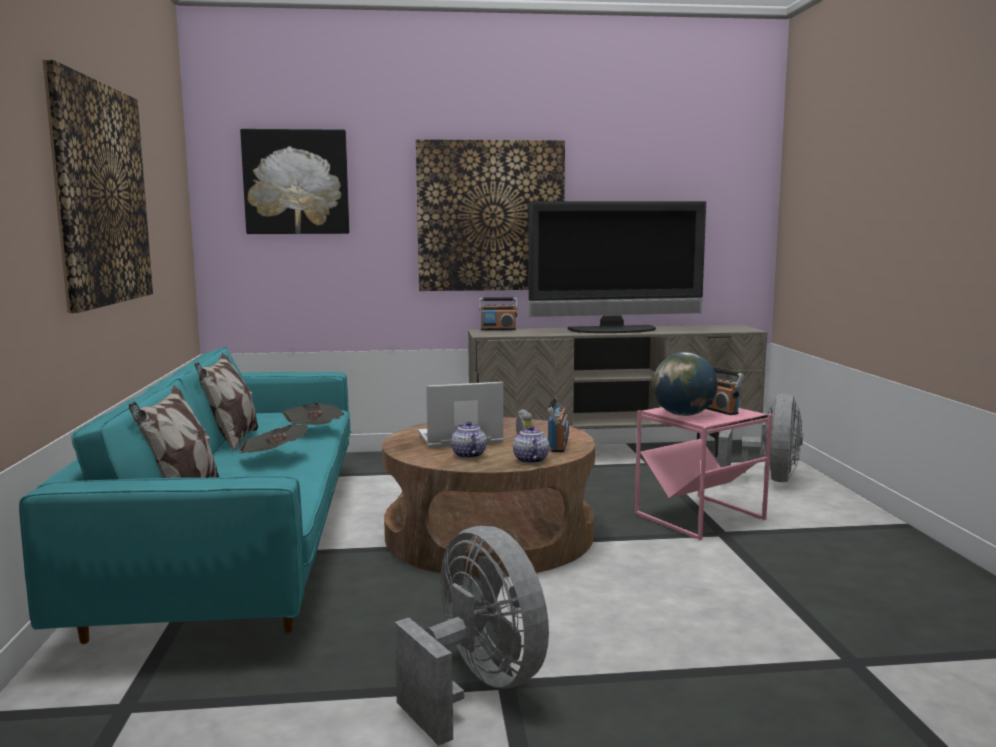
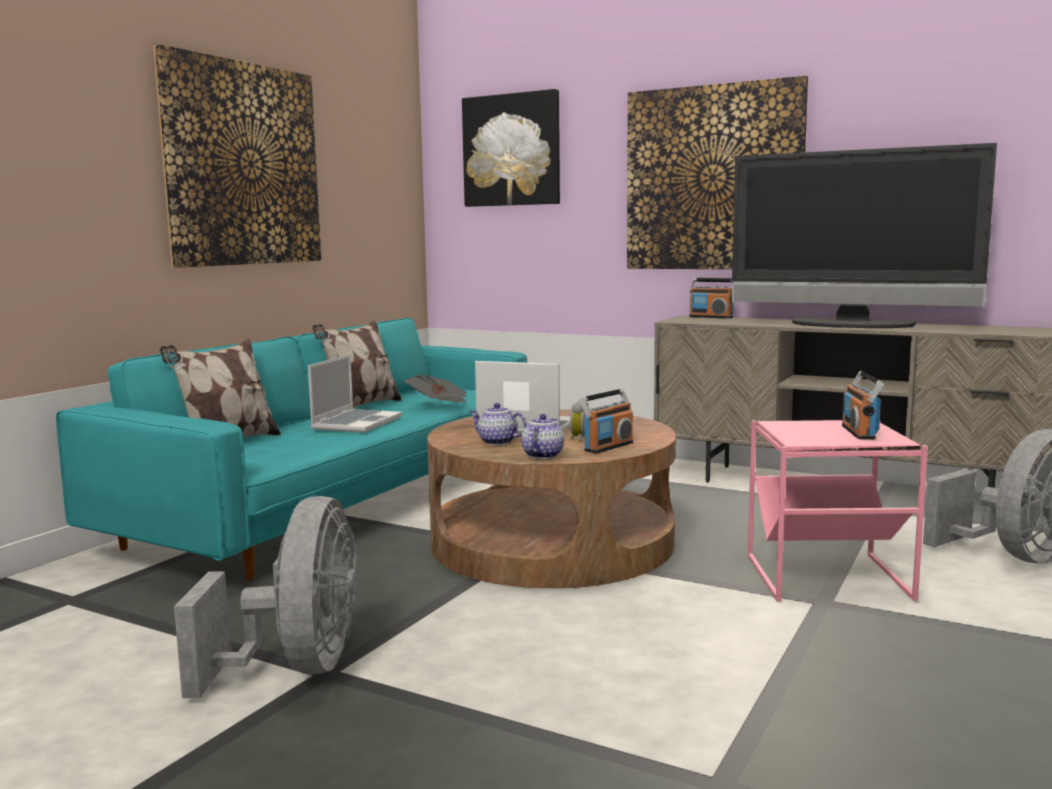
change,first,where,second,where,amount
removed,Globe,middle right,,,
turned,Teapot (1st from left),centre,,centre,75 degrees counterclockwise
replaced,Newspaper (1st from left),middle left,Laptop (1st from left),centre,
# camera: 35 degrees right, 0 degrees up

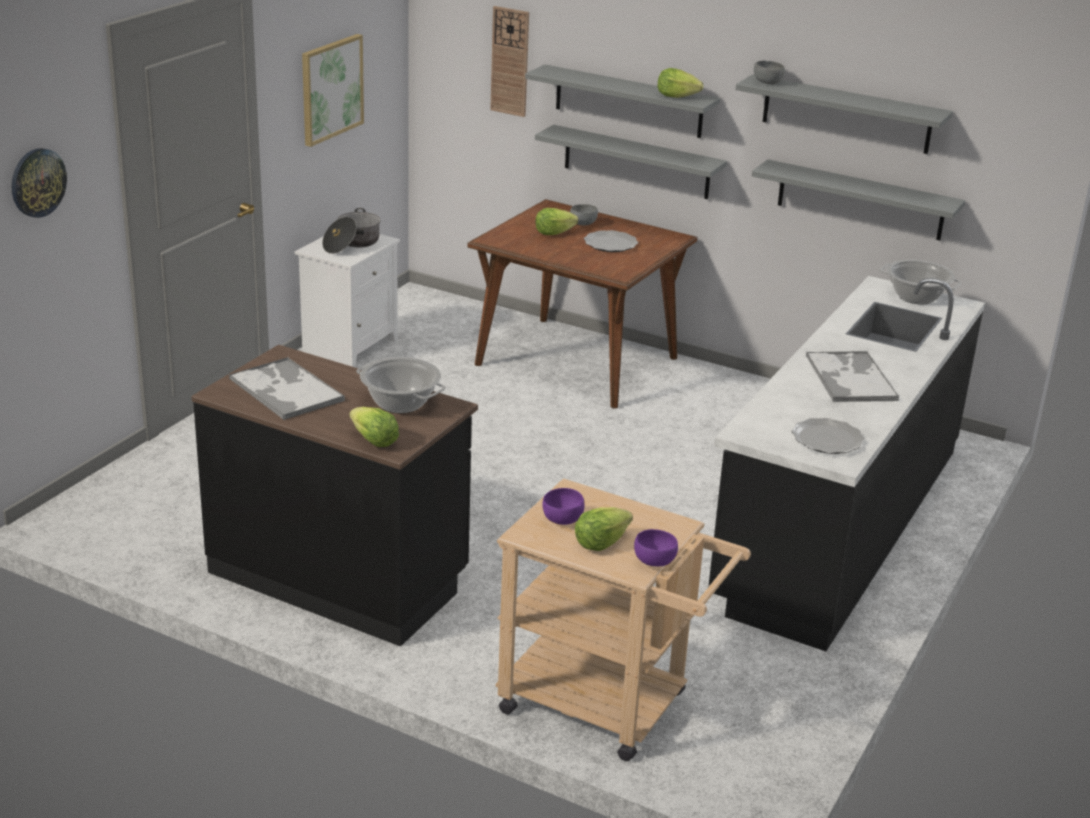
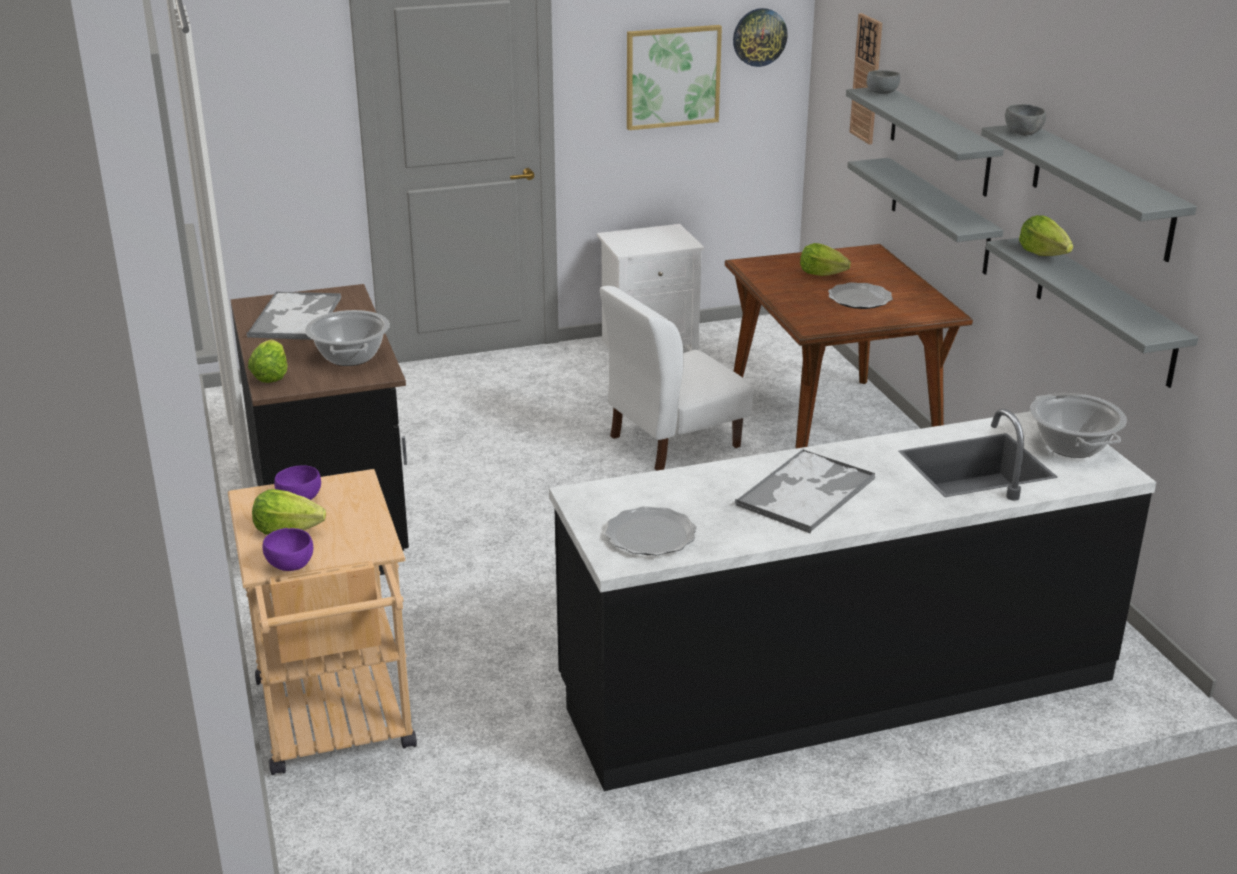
change,first,where,second,where,amount
moved,Lettuce (4th from left),top centre,,top right,
moved,WallClock (1st from left),top left,,top centre,
moved,GreyBowl (1st from left),top centre,,top right,
removed,CookingPot (1st from left),top left,,,
added,,,WhiteChair,centre,
# camera: 45 degrees right, 0 degrees up

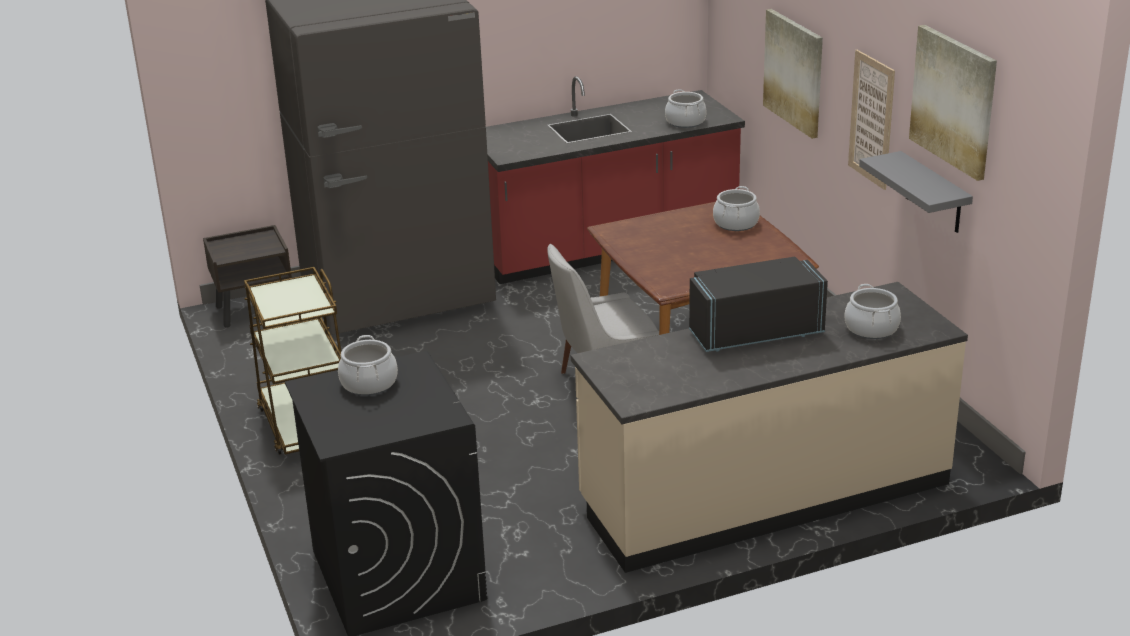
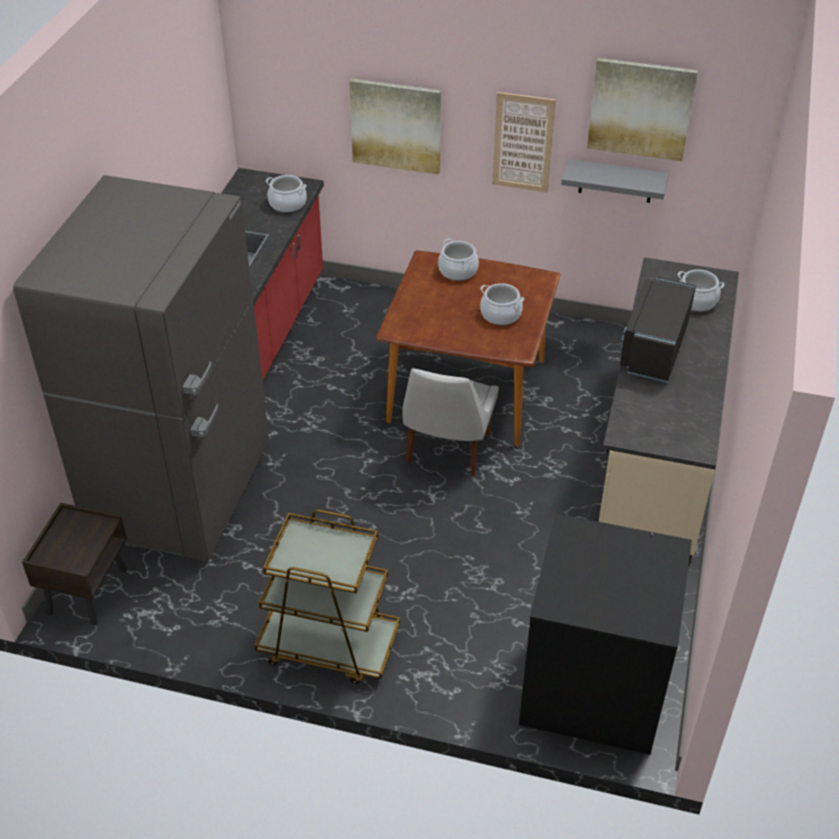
change,first,where,second,where,amount
moved,CookingPot (1st from left in the first image),middle left,CookingPot (3rd from left),centre,
# camera: 55 degrees left, 15 degrees up

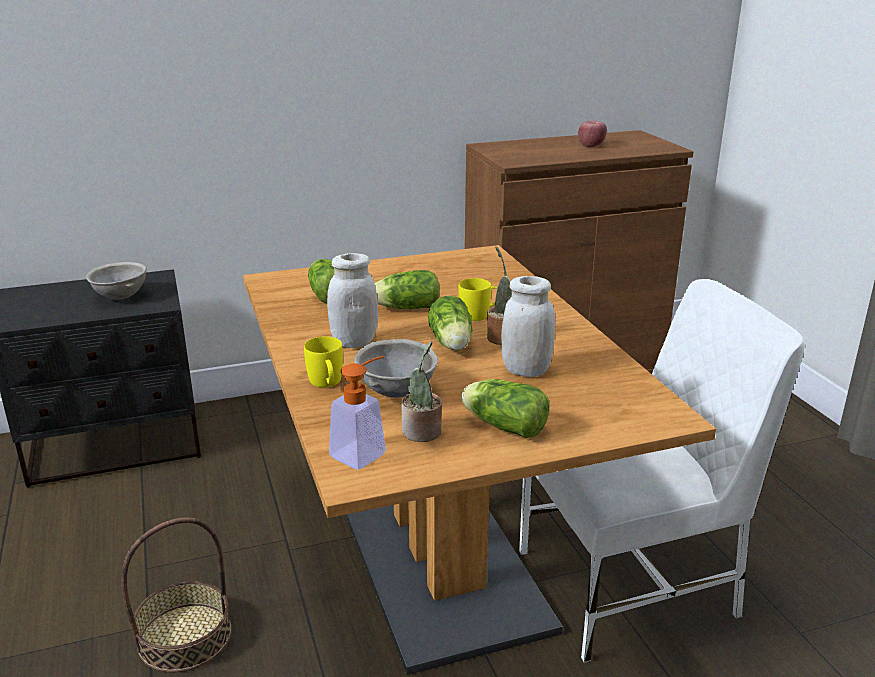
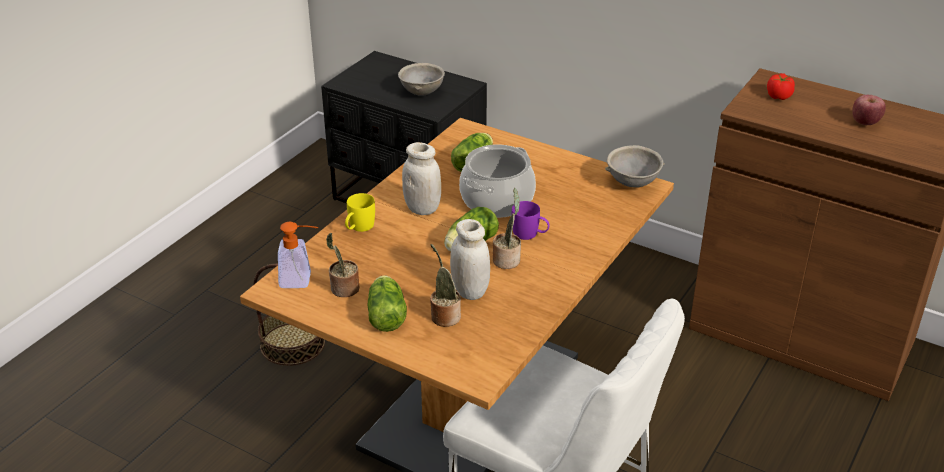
change,first,where,second,where,amount
replaced,Lettuce (2nd from left),centre,CookingPot,centre,
recoloured,YellowMug (2nd from left),centre,PurpleMug,centre,
moved,GreyBowl (2nd from left),centre,,middle right,
added,,,Tomato,top right,
added,,,PottedPlant (2nd from left),centre,
# camera: 50 degrees right, 10 degrees up

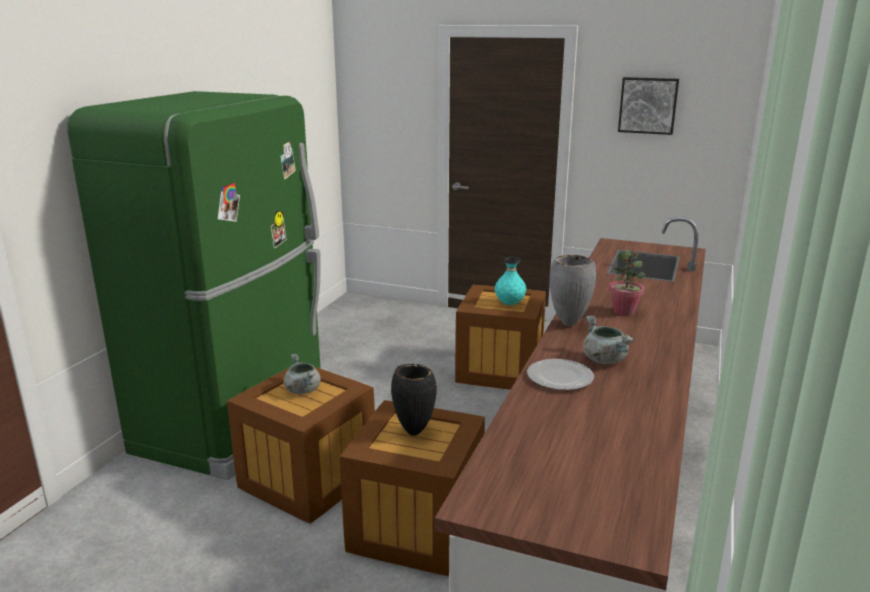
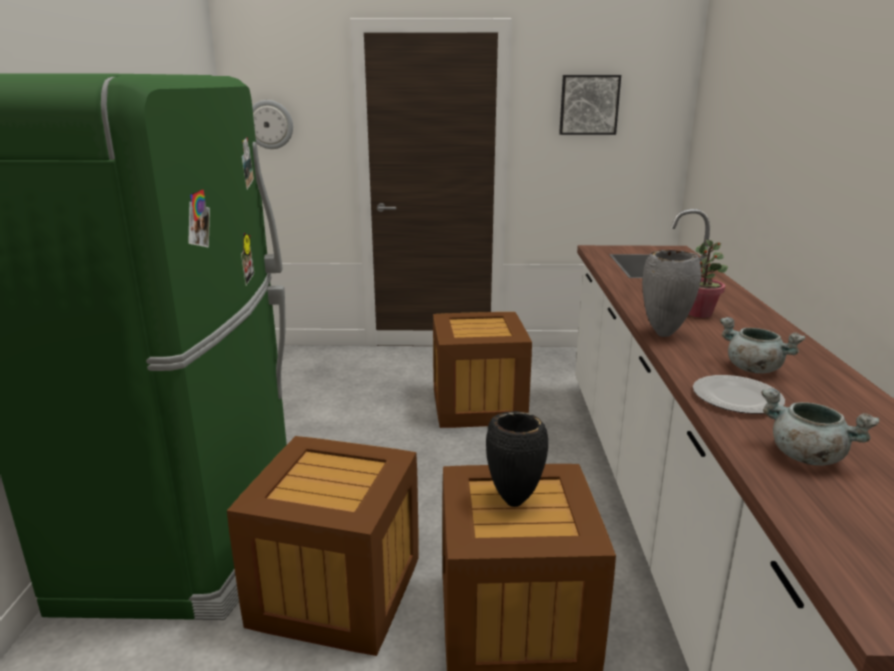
change,first,where,second,where,amount
removed,TurquoiseVase,centre,,,
moved,GreyCookingPot (1st from left in the first image),centre,GreyCookingPot (2nd from left),middle right,
added,,,WallClock,top left,
# camera: 20 degrees left, 0 degrees up

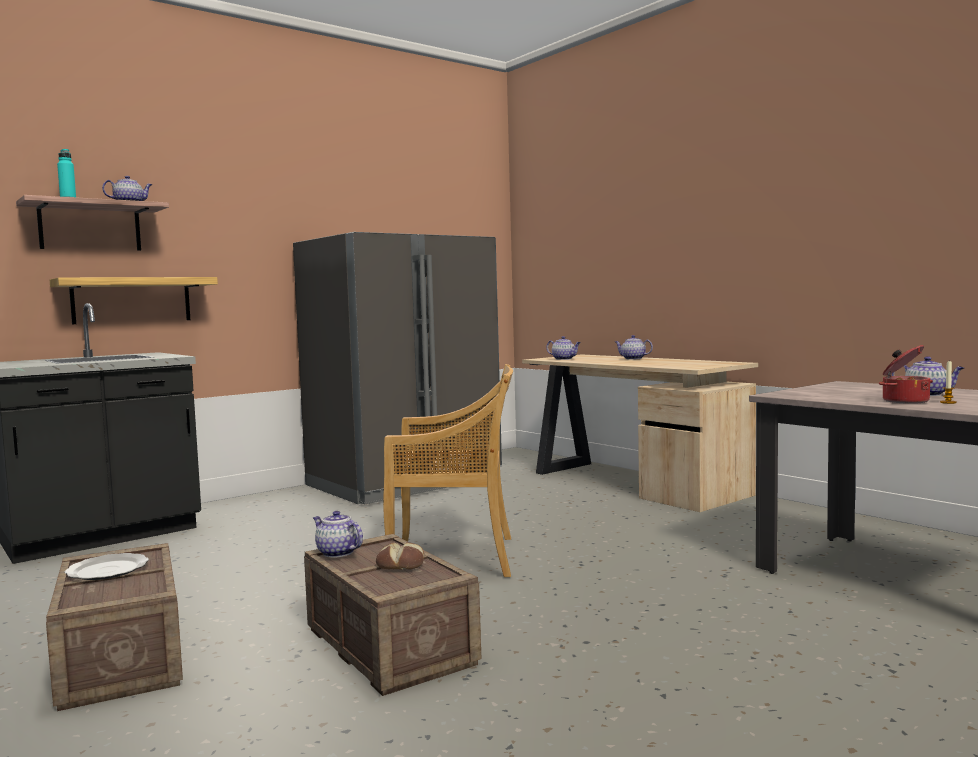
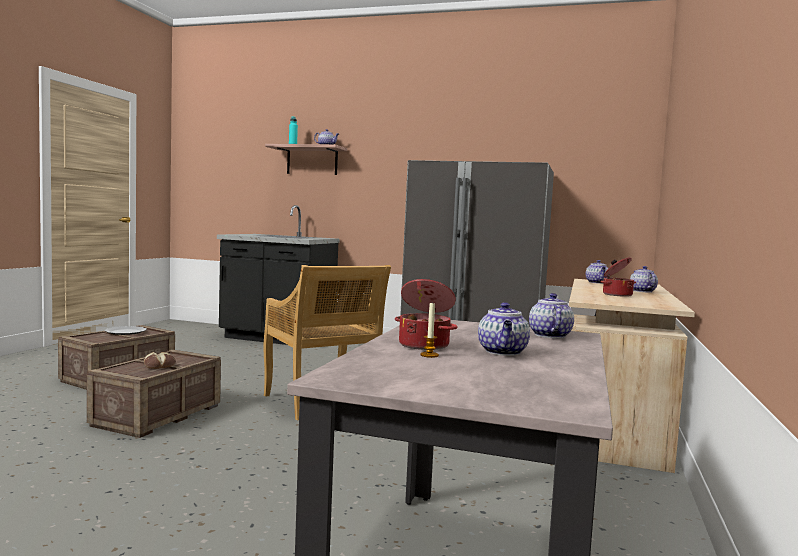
change,first,where,second,where,amount
removed,Shelf (2nd from left),middle left,,,
moved,Teapot (2nd from left in the first image),bottom centre,Teapot (3rd from left),middle right,
added,,,CookingPot (2nd from left),middle right,
# camera: 55 degrees right, 0 degrees up

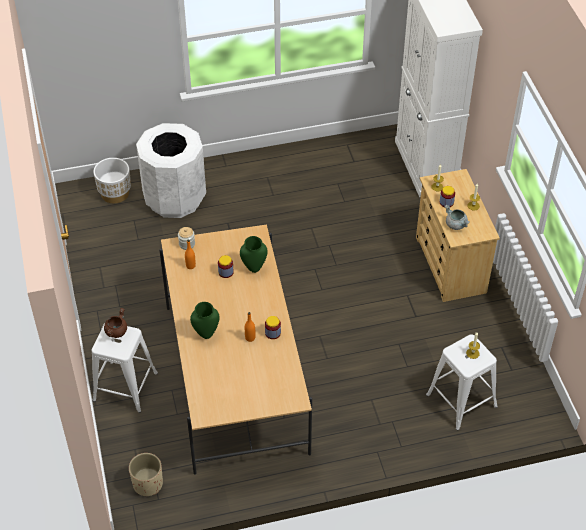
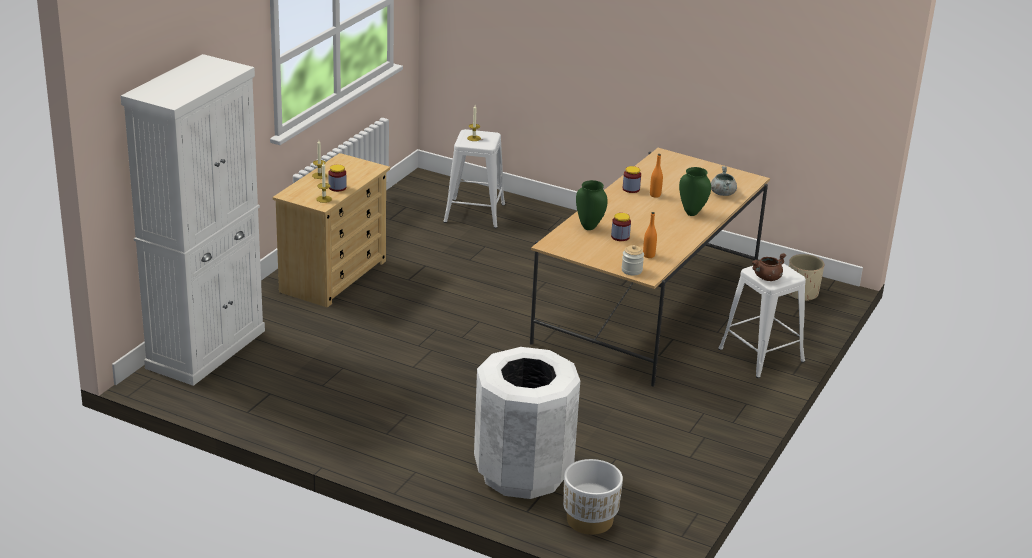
change,first,where,second,where,amount
moved,GreyCookingPot,middle right,,top right,
# camera: 140 degrees left, 20 degrees down

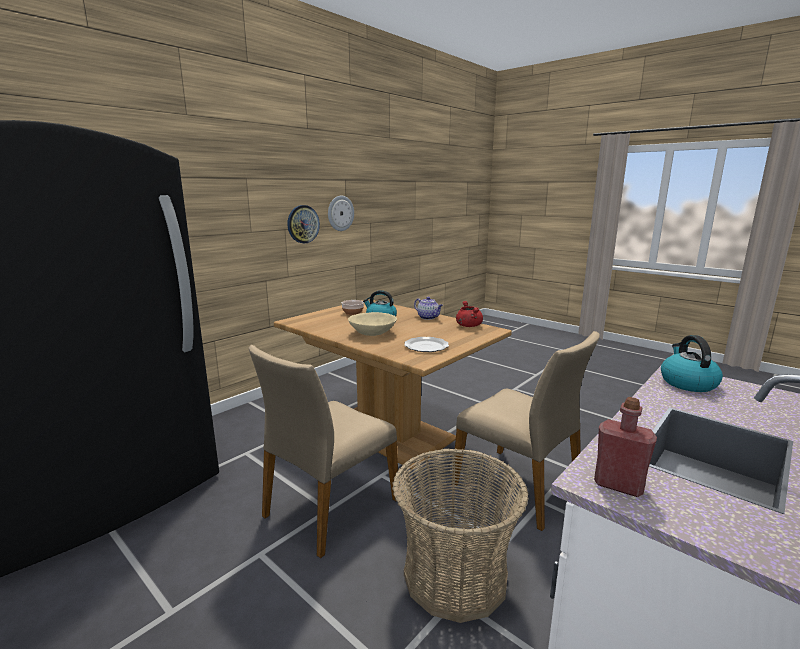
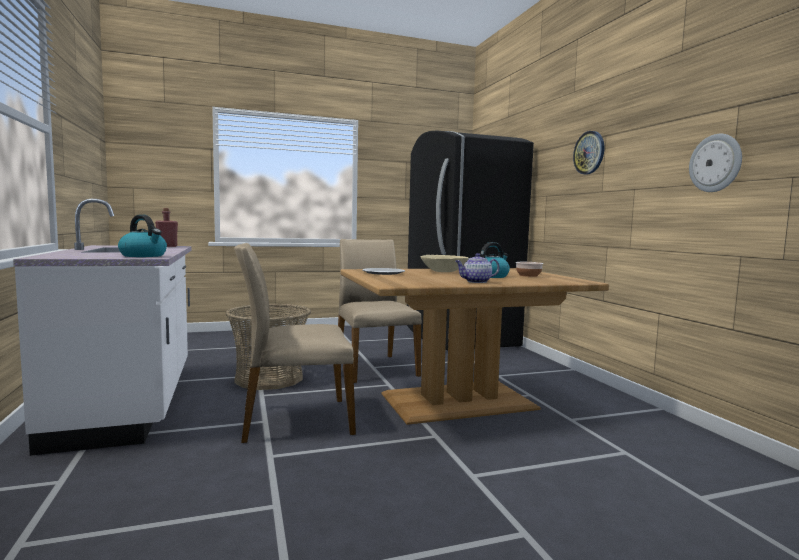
change,first,where,second,where,amount
moved,WallClock (1st from left),centre,,top right,
removed,RedCookingPot,centre,,,
# camera: 120 degrees right, 10 degrees down

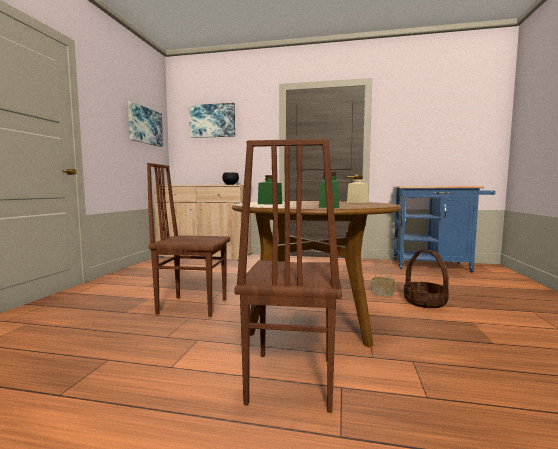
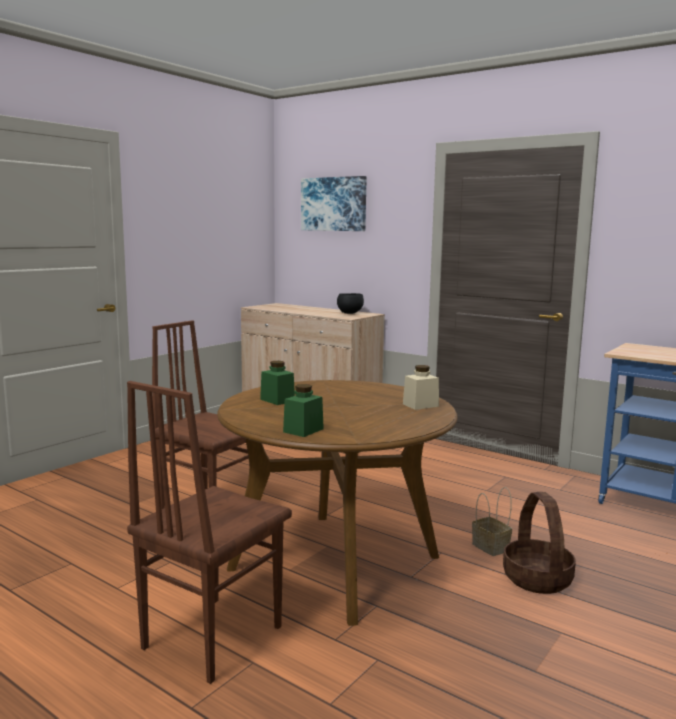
change,first,where,second,where,amount
removed,Picture (1st from left),top left,,,
# camera: 25 degrees right, 5 degrees up

